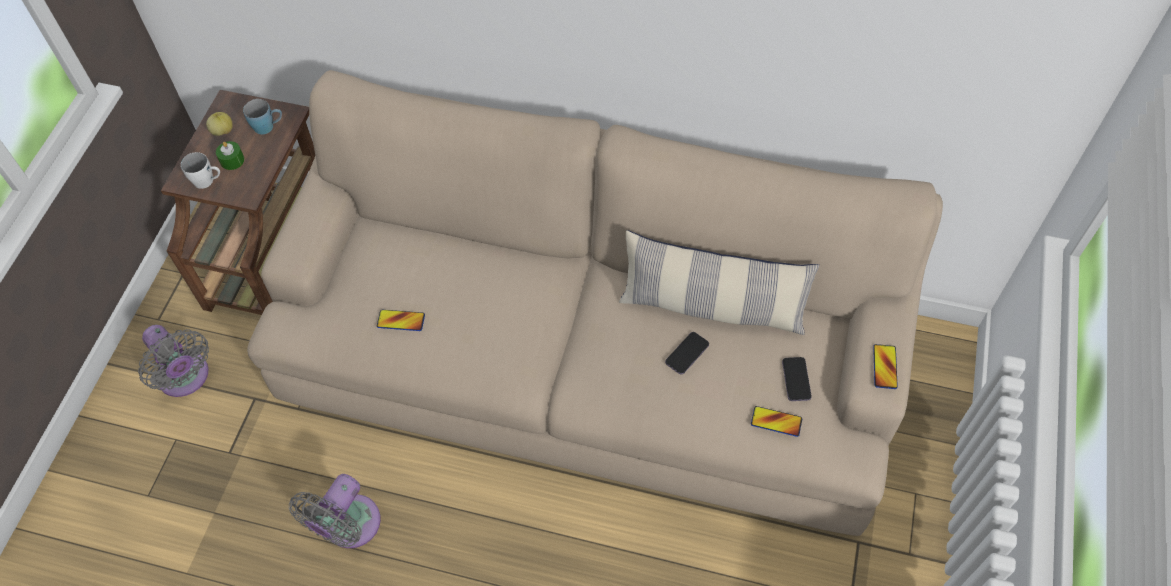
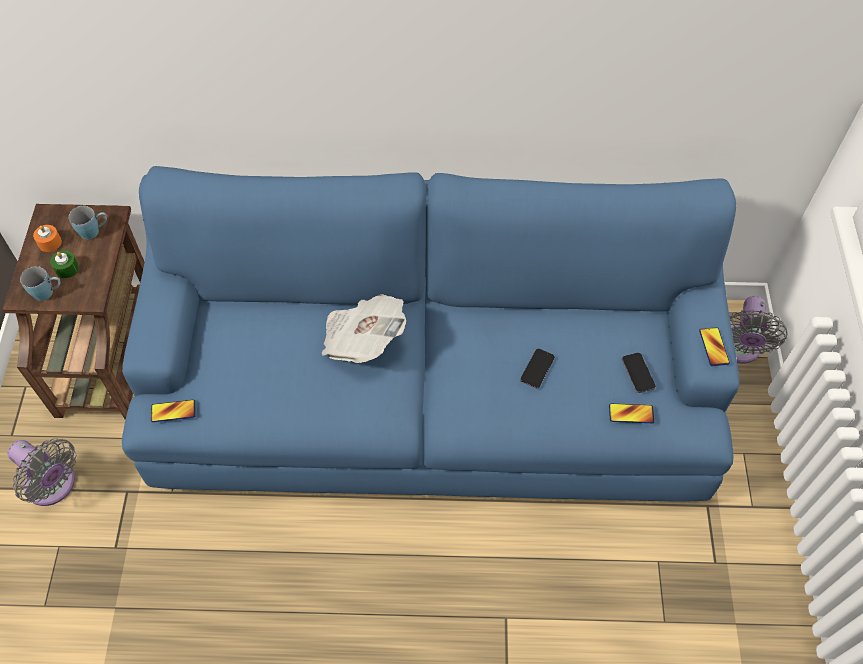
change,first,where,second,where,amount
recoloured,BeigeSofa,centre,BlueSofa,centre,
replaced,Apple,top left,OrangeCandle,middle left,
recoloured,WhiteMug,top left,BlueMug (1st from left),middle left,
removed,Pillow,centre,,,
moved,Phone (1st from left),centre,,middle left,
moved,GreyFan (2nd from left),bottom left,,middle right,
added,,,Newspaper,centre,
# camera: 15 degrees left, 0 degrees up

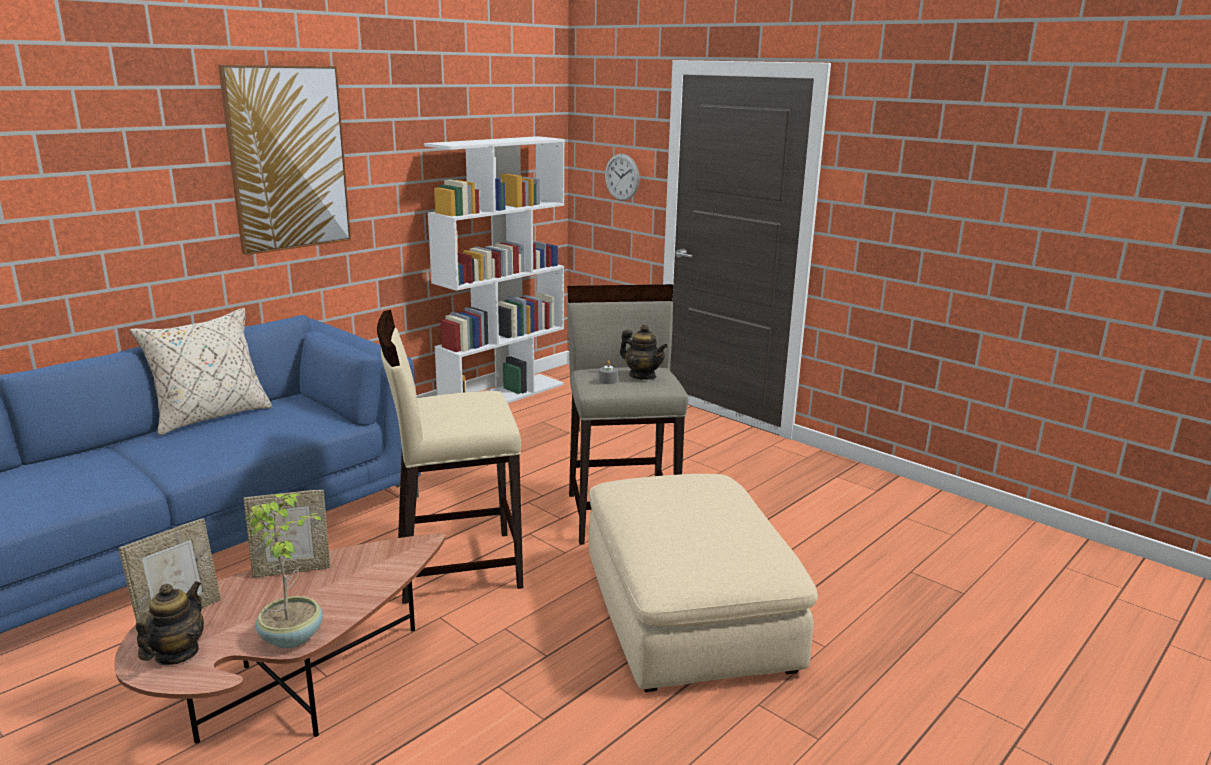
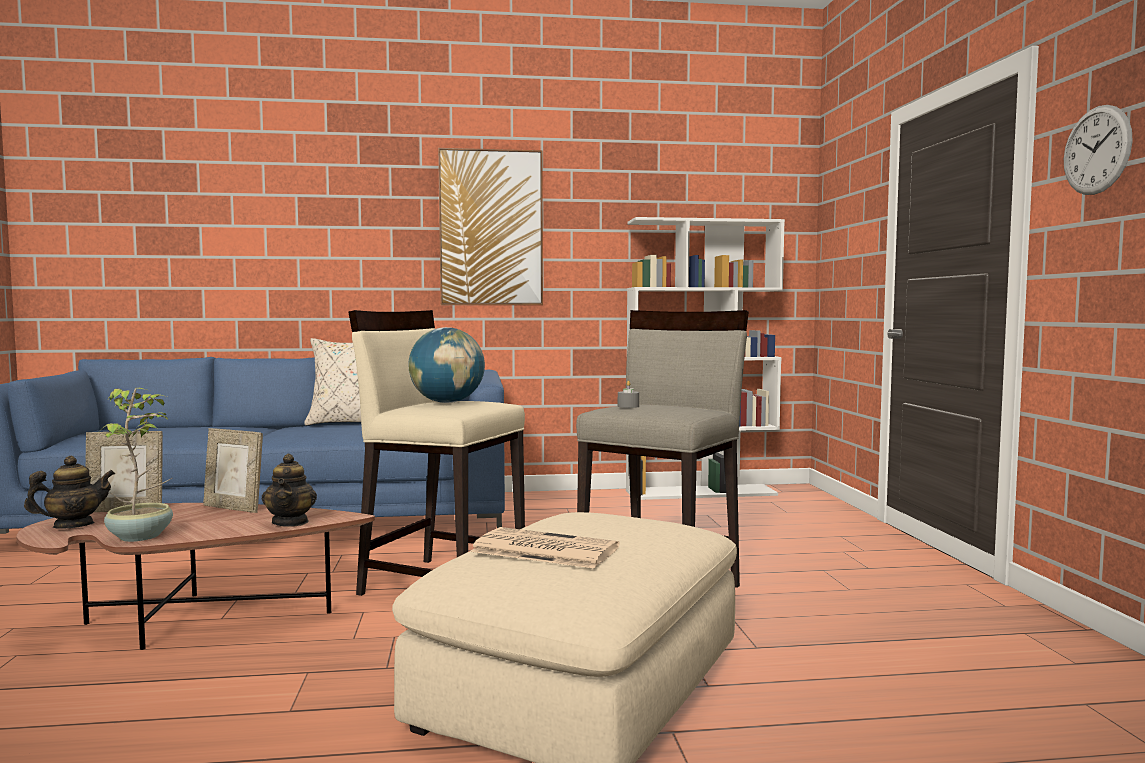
change,first,where,second,where,amount
moved,WallClock,top centre,,top right,
moved,Teapot (2nd from left),centre,,middle left,
added,,,Globe,centre,
added,,,Newspaper,bottom centre,
# camera: 40 degrees right, 15 degrees down

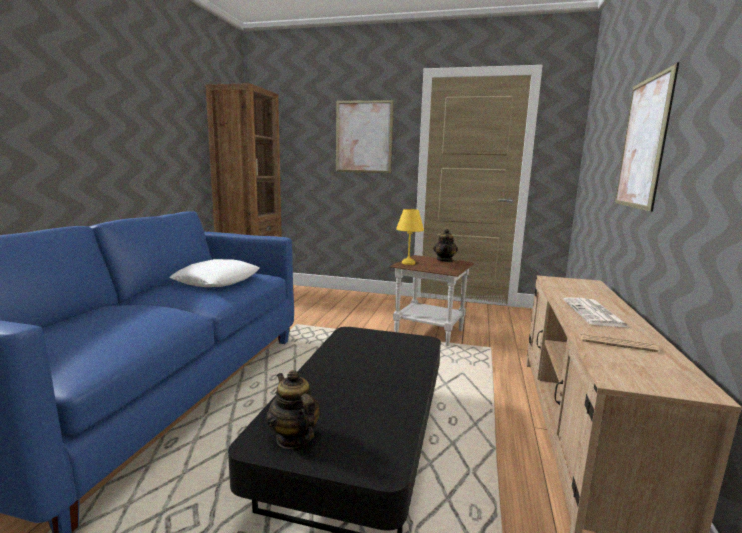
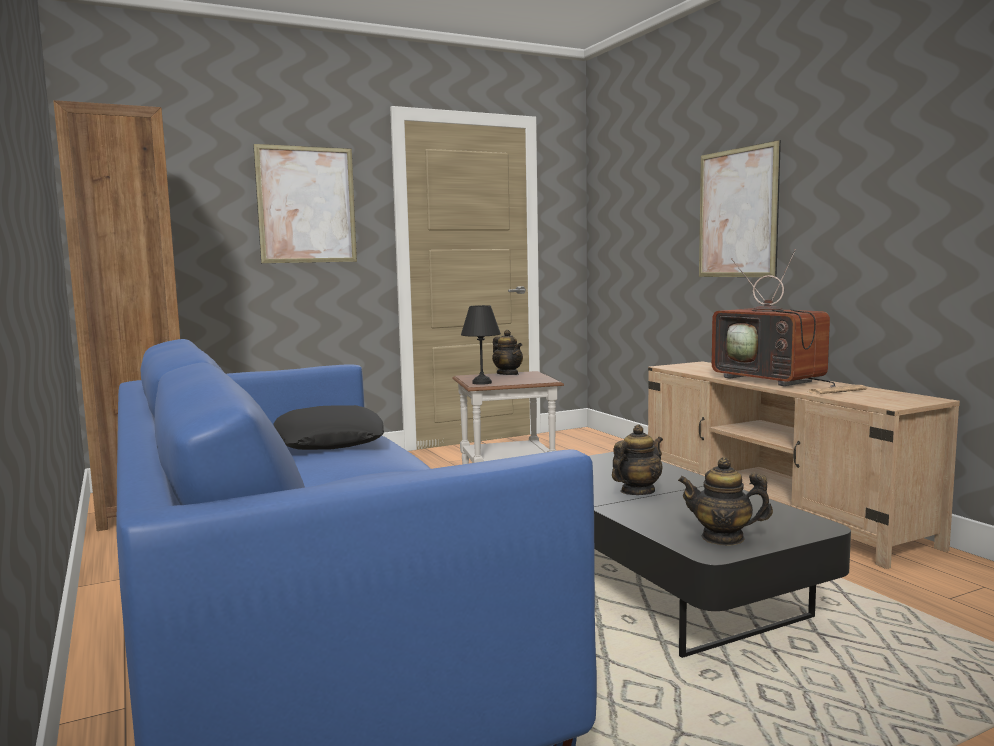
change,first,where,second,where,amount
recoloured,YellowTableLamp,centre,BlackTableLamp,centre,
recoloured,WhitePillow,middle left,BlackPillow,middle left,
replaced,Newspaper (1st from left),middle right,Television,middle right,
added,,,Teapot (2nd from left),centre,
# camera: 40 degrees left, 5 degrees down

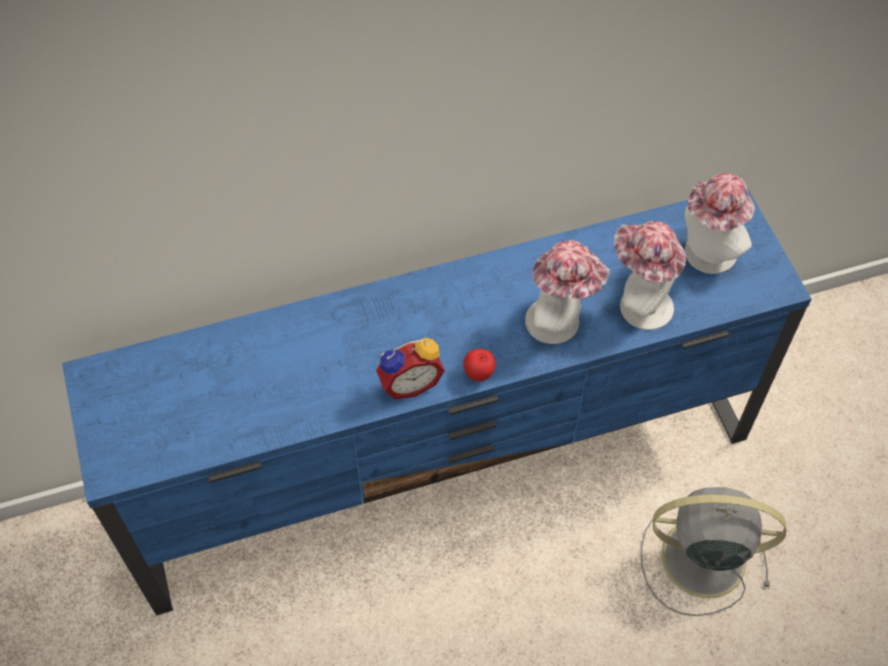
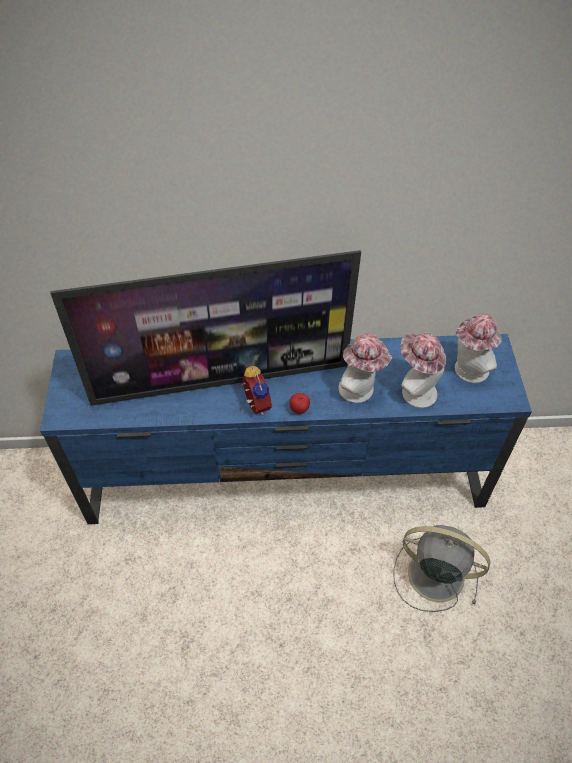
change,first,where,second,where,amount
turned,AlarmClock,centre,,centre,105 degrees counterclockwise
added,,,Television,centre,
# camera: 15 degrees right, 5 degrees down

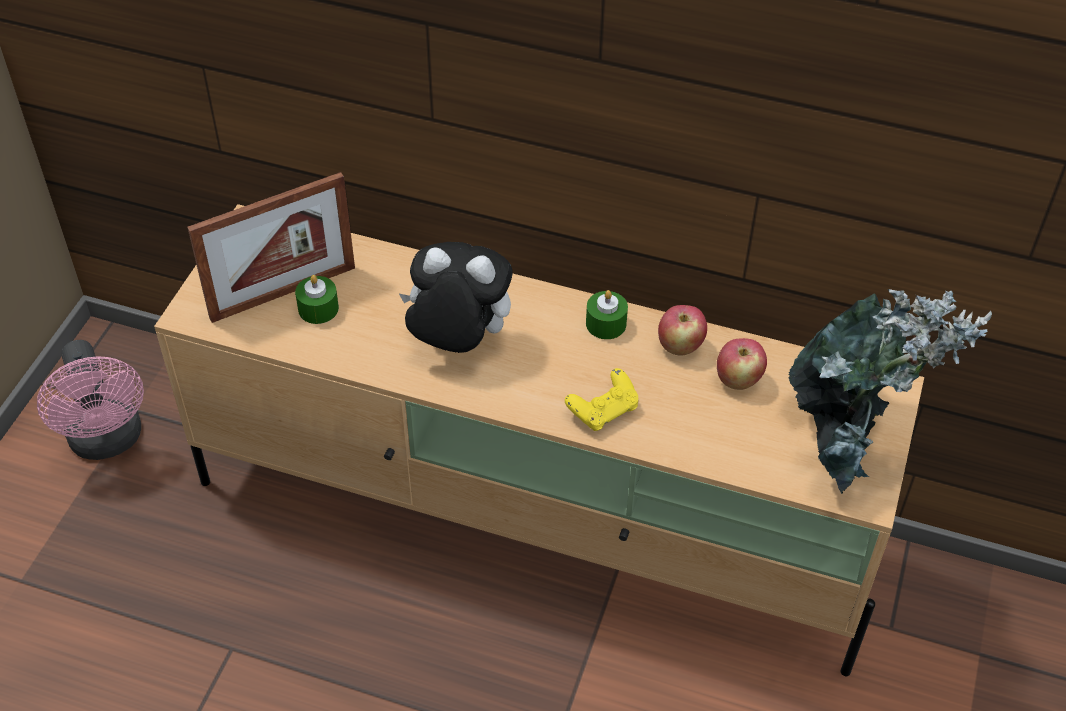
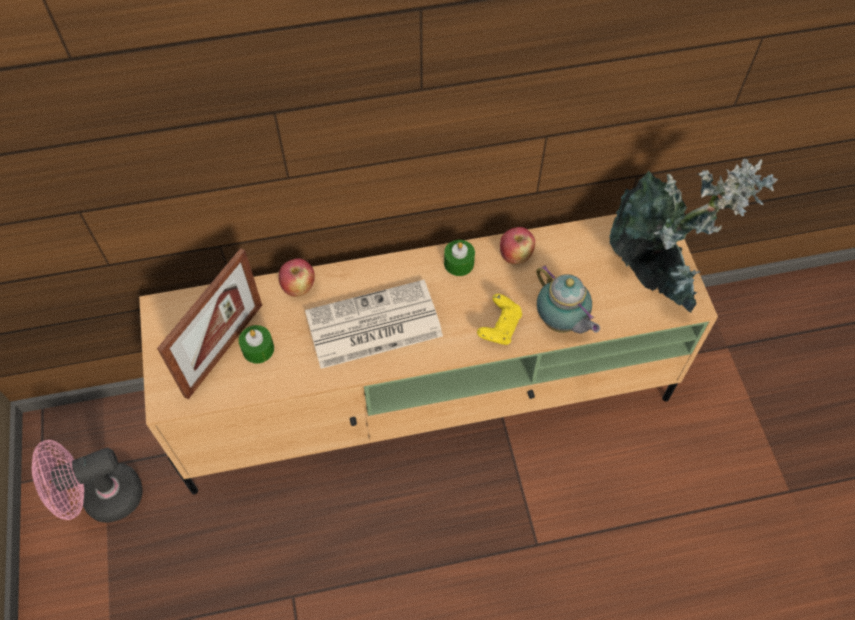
change,first,where,second,where,amount
replaced,PlushToy,centre,Newspaper,centre,
moved,Apple (2nd from left in the first image),middle right,Apple (1st from left),centre,
turned,PinkFan,middle left,,bottom left,120 degrees clockwise
added,,,Teapot,centre,
# camera: 30 degrees left, 10 degrees up

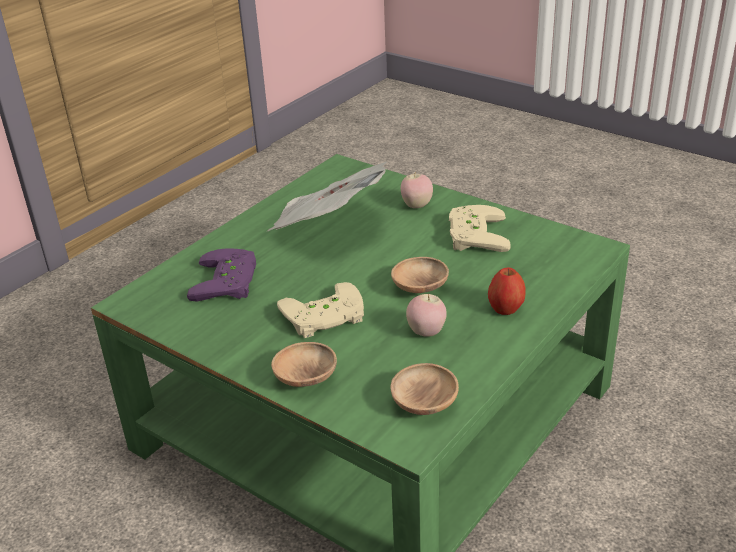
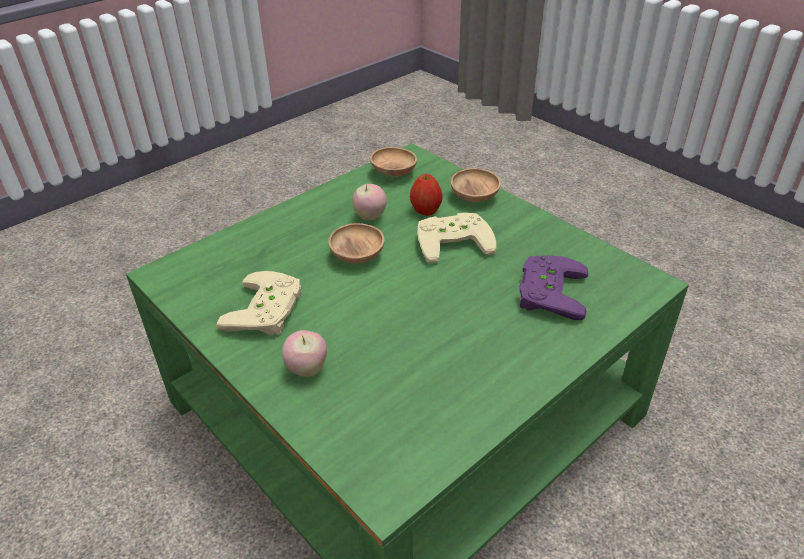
change,first,where,second,where,amount
removed,Newspaper,centre,,,
moved,Apple (3rd from left),middle right,,centre,
# camera: 170 degrees left, 5 degrees up

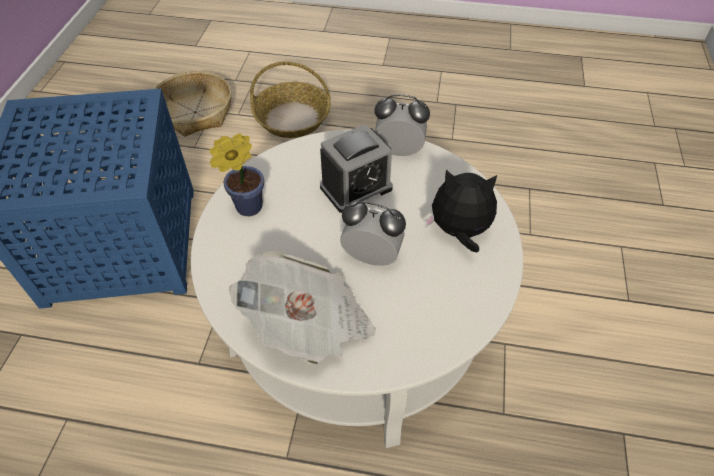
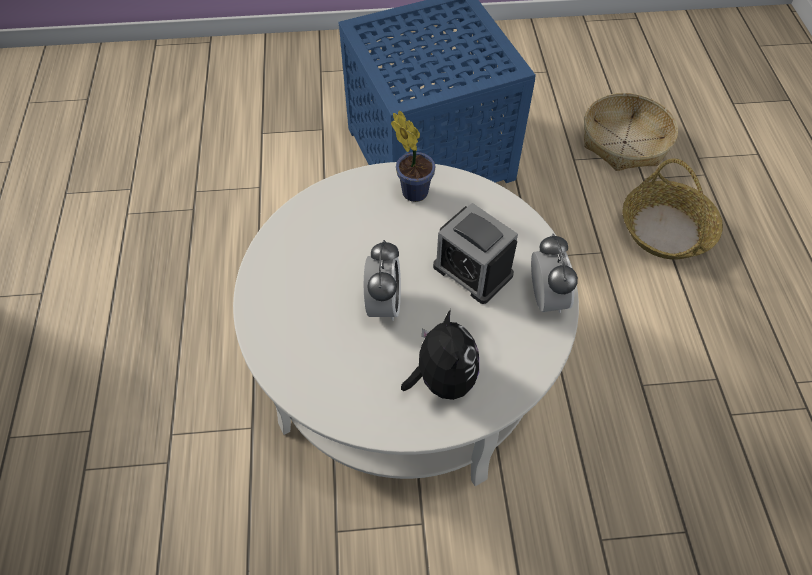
change,first,where,second,where,amount
removed,Newspaper,centre,,,
# camera: 75 degrees right, 5 degrees up

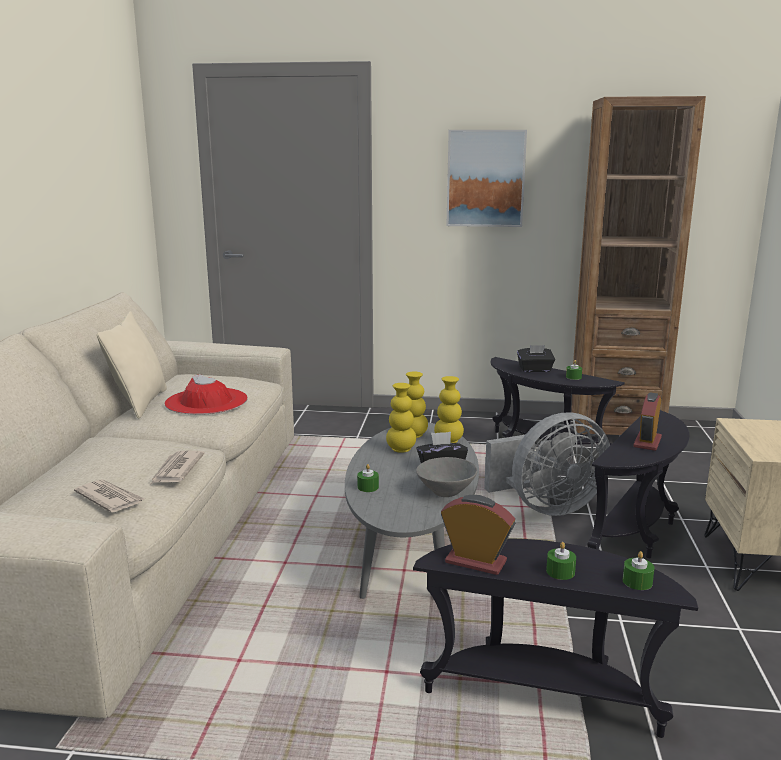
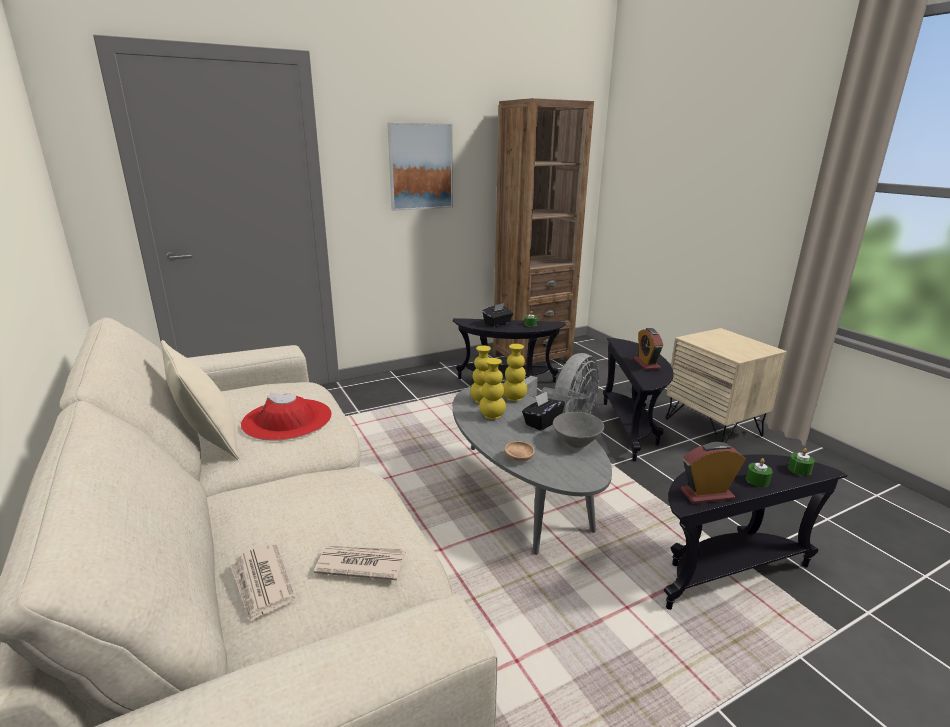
change,first,where,second,where,amount
moved,Newspaper (2nd from left in the first image),middle left,Newspaper (1st from left),bottom left,
replaced,GreenCandle (1st from left),centre,BrownBowl,centre,
# camera: 35 degrees left, 5 degrees up

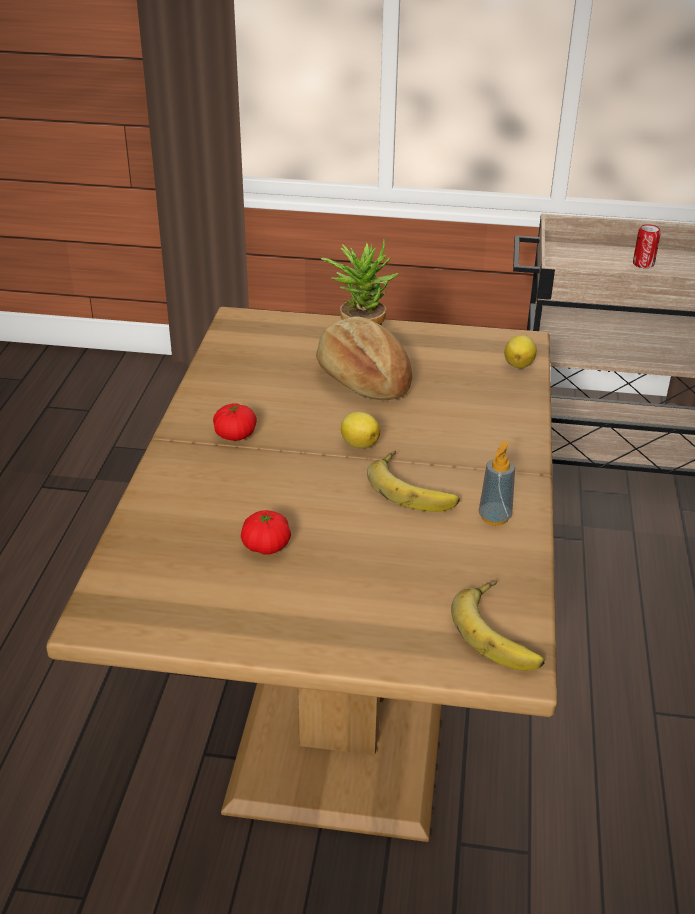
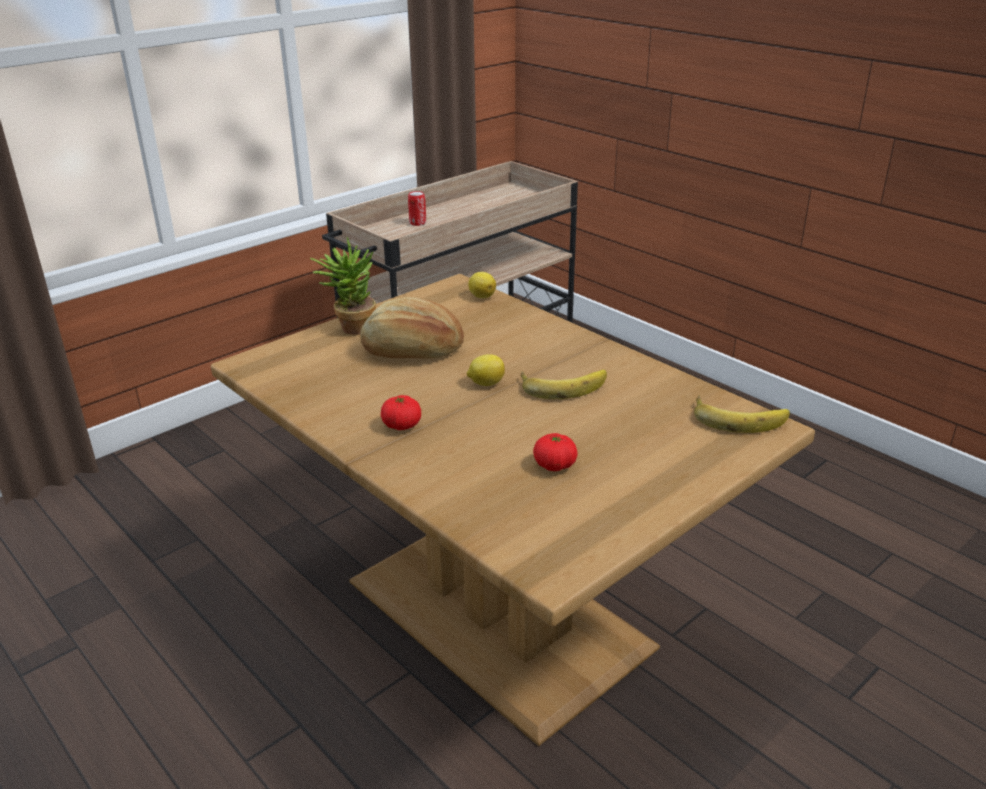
change,first,where,second,where,amount
removed,SoapDispenser,middle right,,,
# camera: 50 degrees left, 5 degrees down

